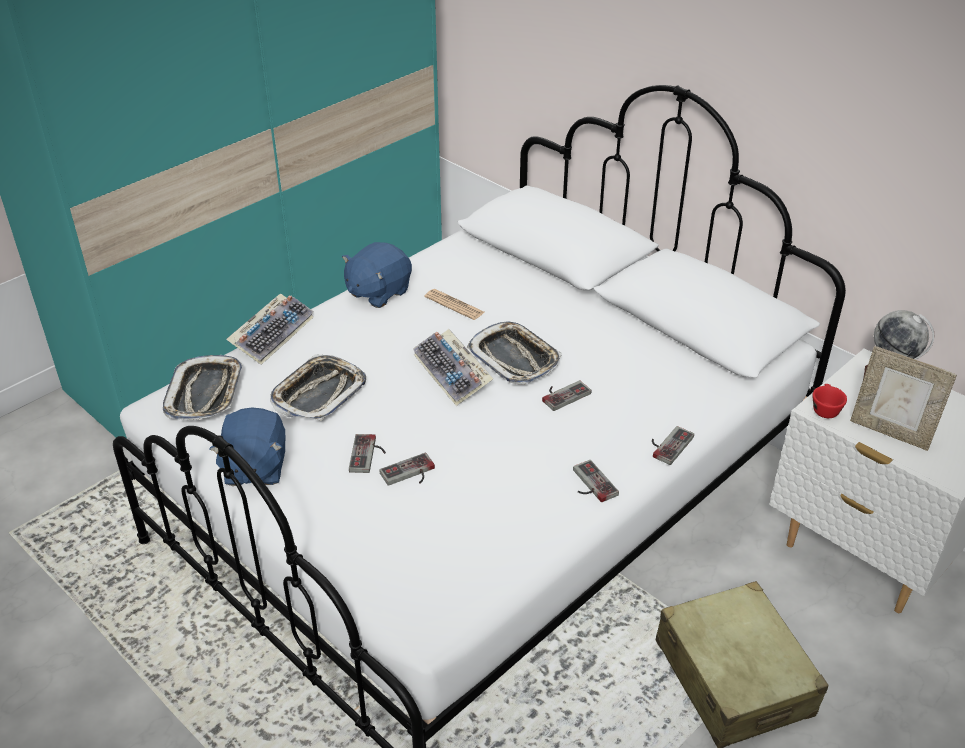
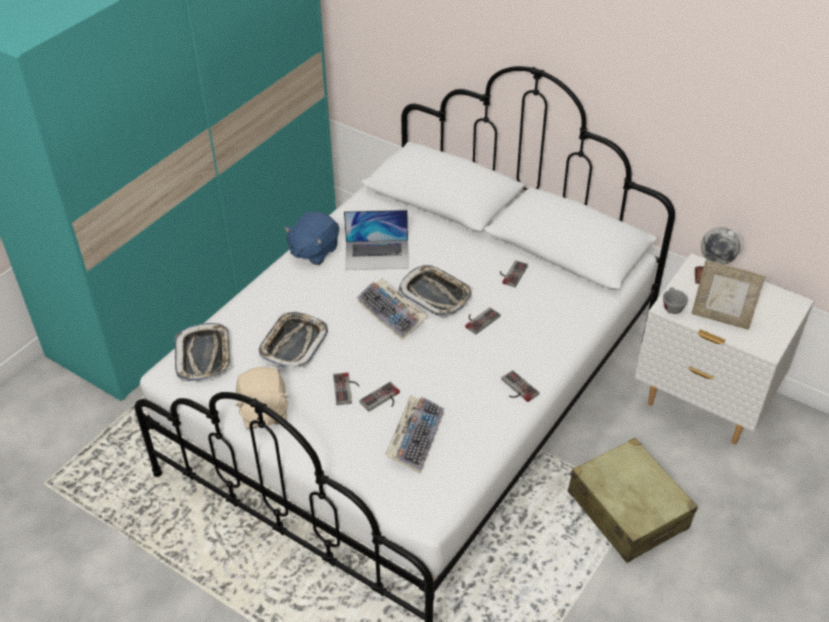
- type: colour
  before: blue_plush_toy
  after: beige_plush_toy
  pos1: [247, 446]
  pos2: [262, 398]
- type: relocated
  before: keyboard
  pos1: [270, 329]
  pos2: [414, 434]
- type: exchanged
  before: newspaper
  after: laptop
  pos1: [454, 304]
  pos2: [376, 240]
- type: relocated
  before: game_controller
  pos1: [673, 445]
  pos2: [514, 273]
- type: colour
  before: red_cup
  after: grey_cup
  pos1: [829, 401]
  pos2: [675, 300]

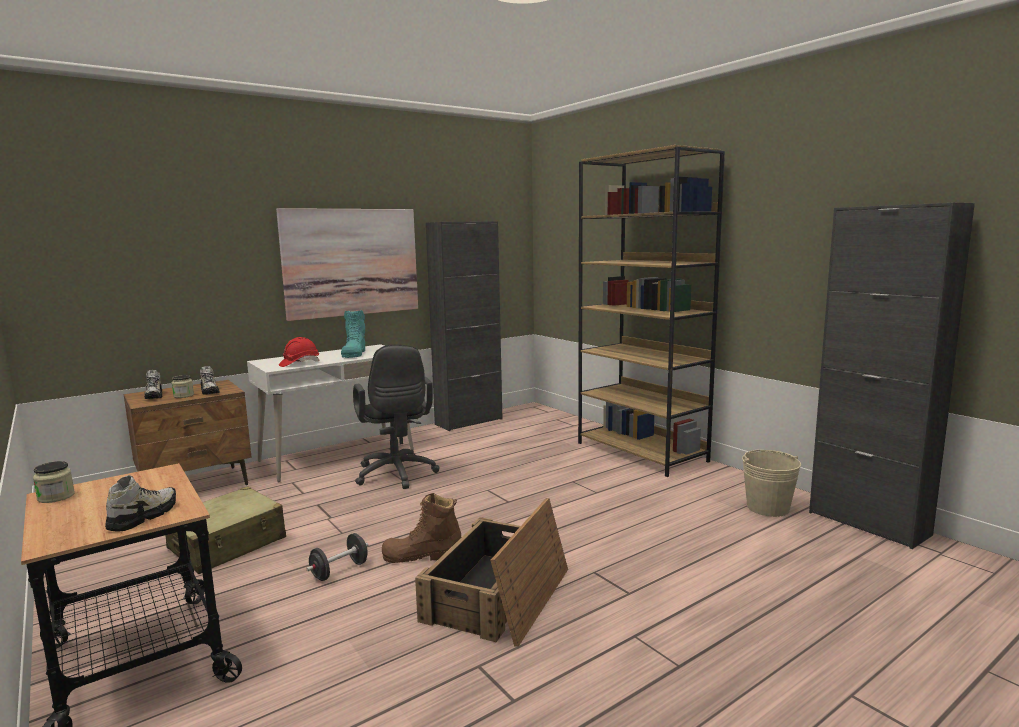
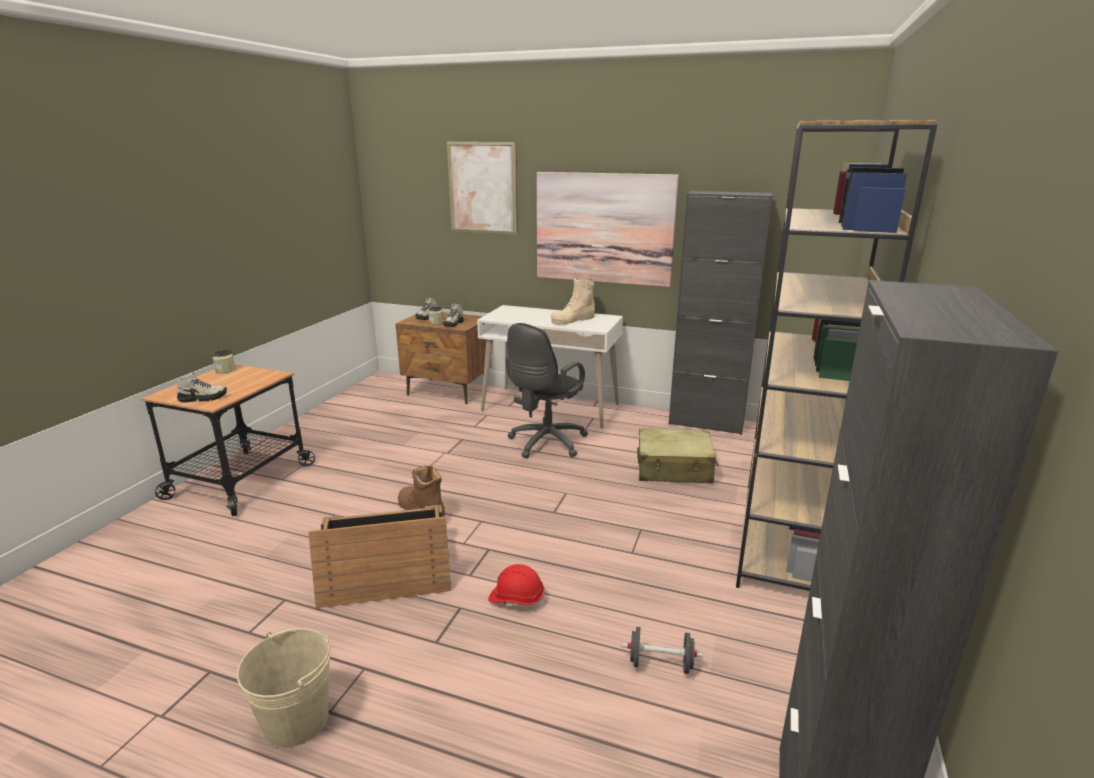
- type: relocated
  before: beige_suitcase
  pos1: [225, 530]
  pos2: [677, 455]
- type: relocated
  before: red_hard_hat
  pos1: [299, 352]
  pos2: [516, 587]
- type: relocated
  before: black_dumbbell
  pos1: [337, 557]
  pos2: [662, 650]
- type: colour
  before: turquoise_boot
  after: beige_boot
  pos1: [353, 334]
  pos2: [573, 301]
- type: relocated
  before: beige_bucket
  pos1: [771, 483]
  pos2: [284, 688]
- type: appeared
  after: picture
  pos2: [482, 188]

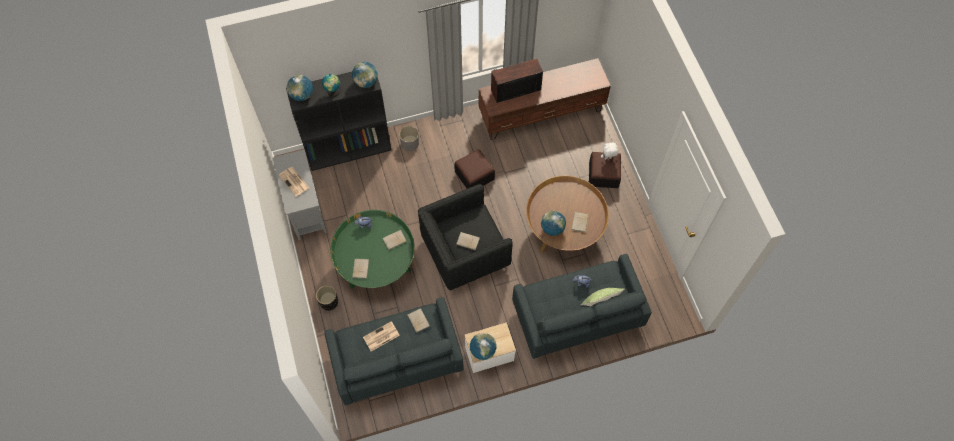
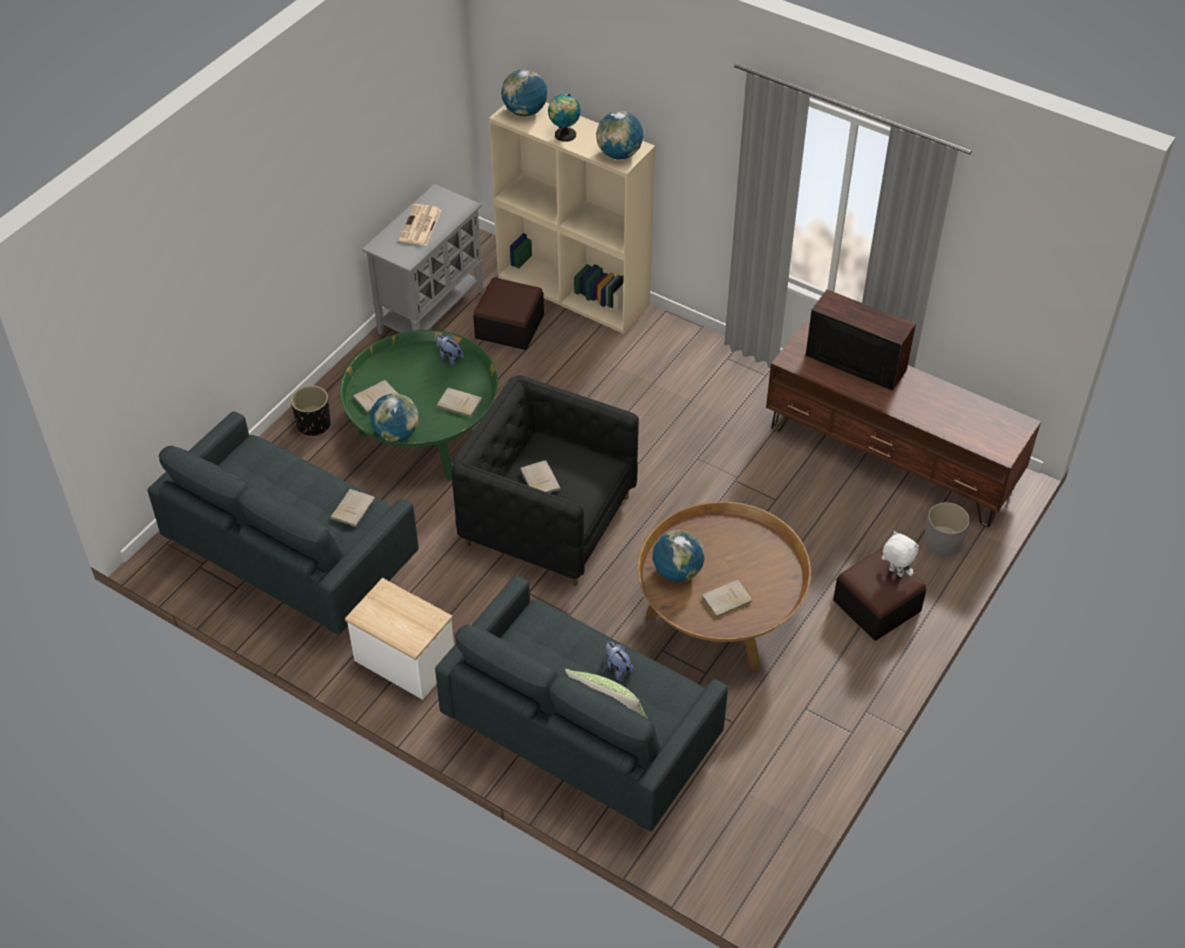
- type: colour
  before: black_bookcase
  after: beige_bookcase
  pos1: [338, 121]
  pos2: [572, 218]
- type: missing
  before: newspaper
  pos1: [381, 336]
- type: relocated
  before: grey_planter
  pos1: [409, 138]
  pos2: [947, 529]
- type: relocated
  before: ottoman
  pos1: [474, 169]
  pos2: [508, 314]
- type: relocated
  before: globe
  pos1: [483, 346]
  pos2: [394, 417]

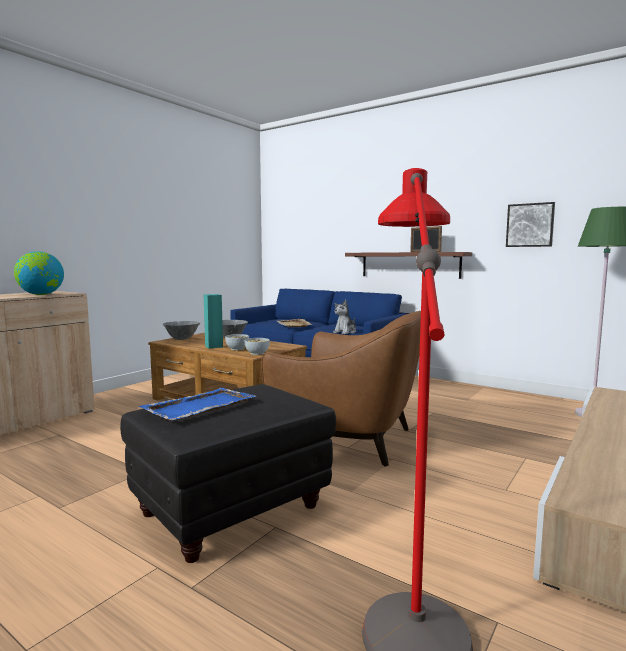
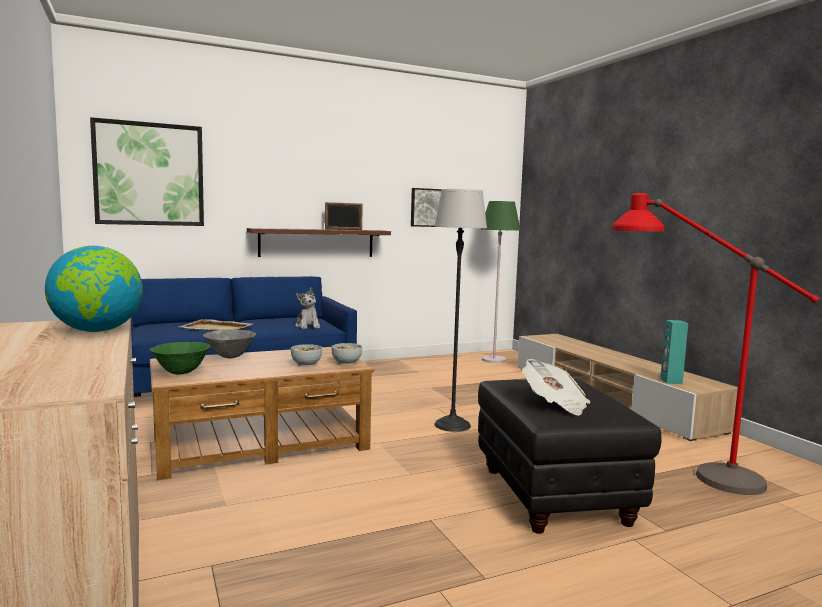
- type: exchanged
  before: blue_tray
  after: newspaper
  pos1: [197, 404]
  pos2: [556, 387]
- type: colour
  before: grey_bowl
  after: green_bowl
  pos1: [181, 330]
  pos2: [180, 358]
- type: relocated
  before: turquoise_speaker
  pos1: [213, 321]
  pos2: [674, 352]
- type: exchanged
  before: brown_armchair
  after: floor_lamp
  pos1: [341, 389]
  pos2: [460, 310]
- type: appeared
  after: picture
  pos2: [147, 171]

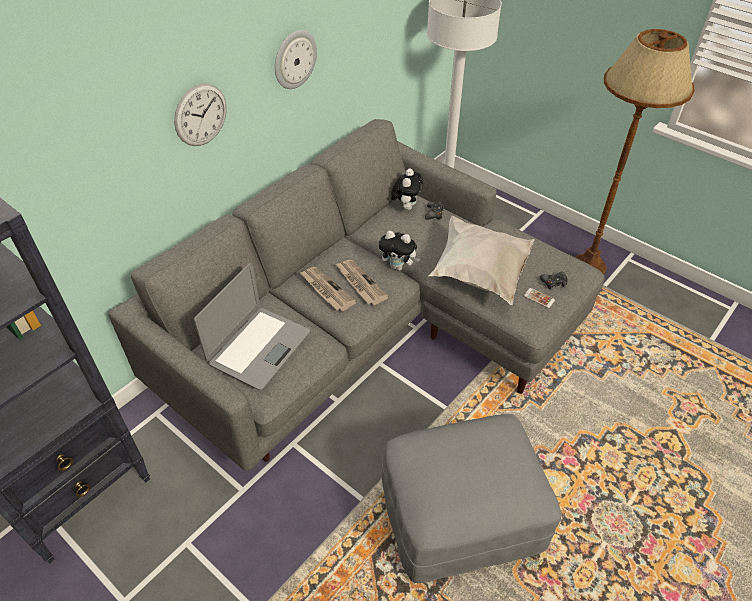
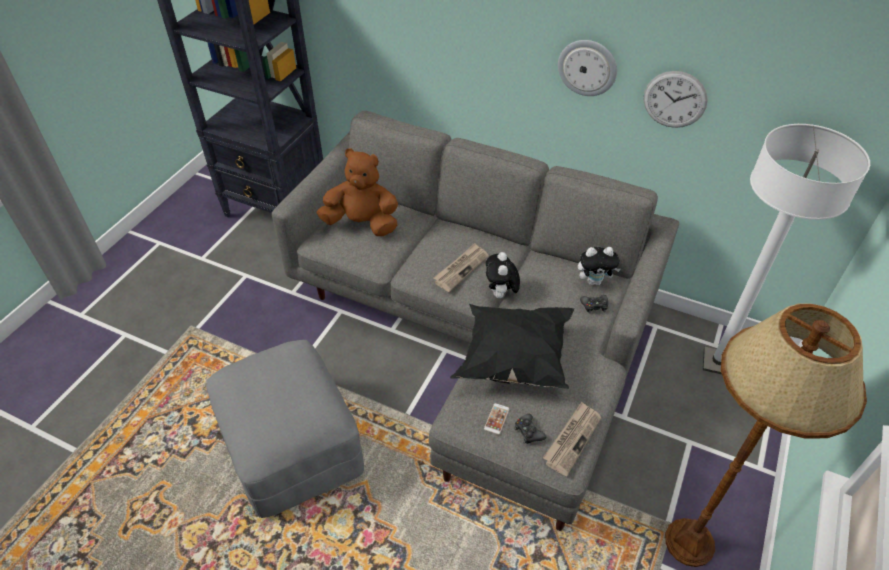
- type: relocated
  before: wall_clock
  pos1: [200, 115]
  pos2: [675, 99]
- type: exchanged
  before: laptop
  after: brown_plush_toy
  pos1: [252, 326]
  pos2: [357, 192]
- type: relocated
  before: newspaper
  pos1: [328, 289]
  pos2: [572, 439]
- type: colour
  before: white_pillow
  after: black_pillow
  pos1: [482, 260]
  pos2: [512, 346]

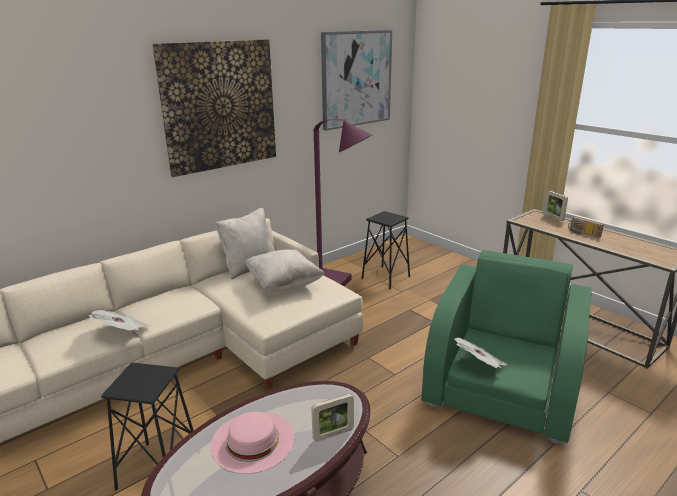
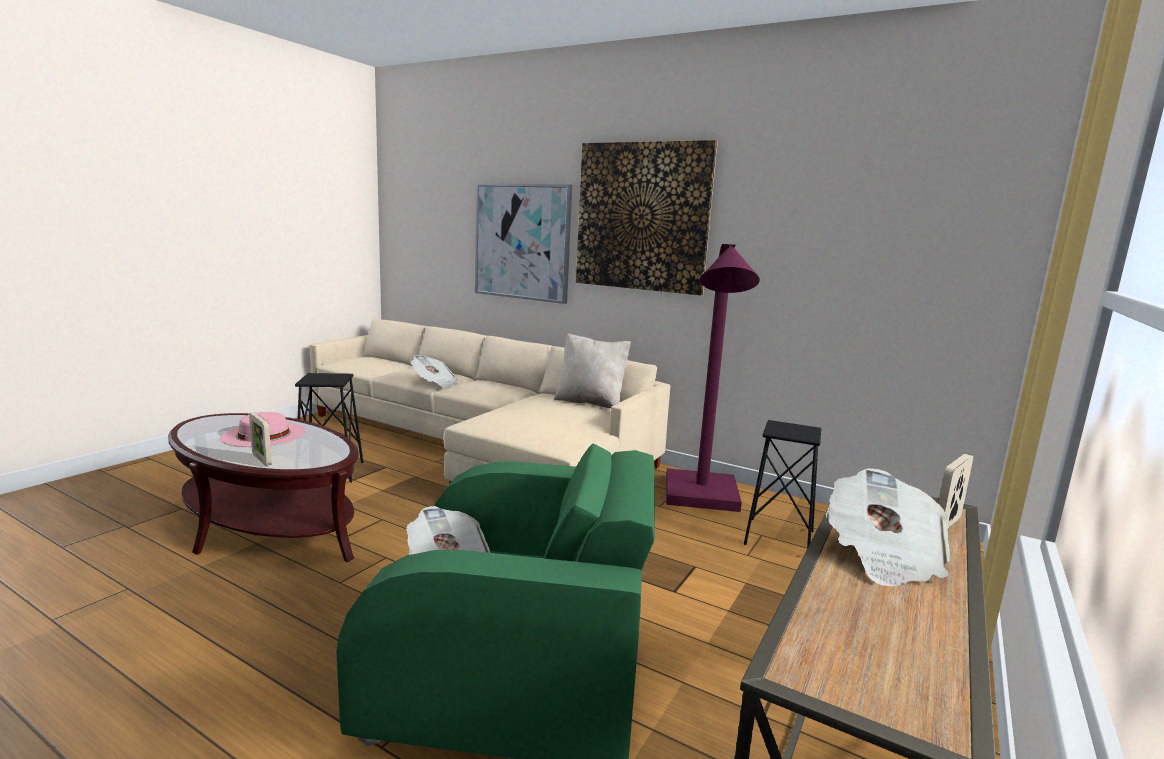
- type: missing
  before: beige_pillow
  pos1: [284, 270]
- type: relocated
  before: picture
  pos1: [356, 80]
  pos2: [523, 243]
- type: exchanged
  before: radio
  after: newspaper
  pos1: [586, 227]
  pos2: [888, 527]

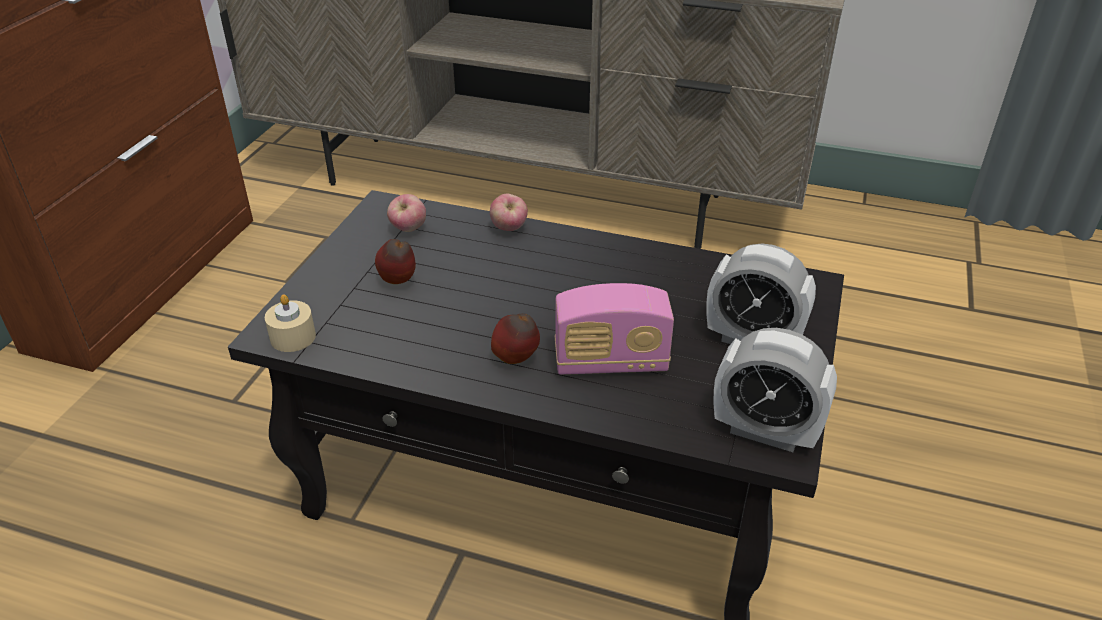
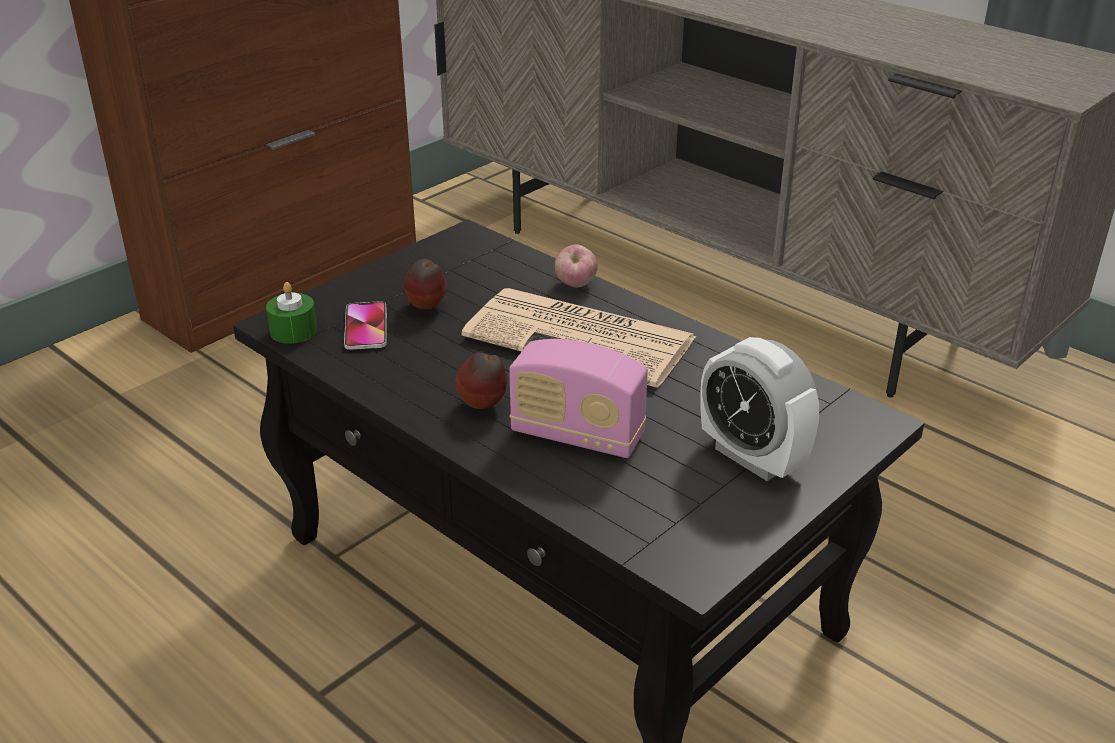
- type: colour
  before: beige_candle
  after: green_candle
  pos1: [290, 323]
  pos2: [291, 313]
- type: missing
  before: apple
  pos1: [406, 213]
- type: missing
  before: alarm_clock
  pos1: [775, 390]
- type: appeared
  after: phone
  pos2: [365, 325]
- type: appeared
  after: newspaper
  pos2: [579, 338]

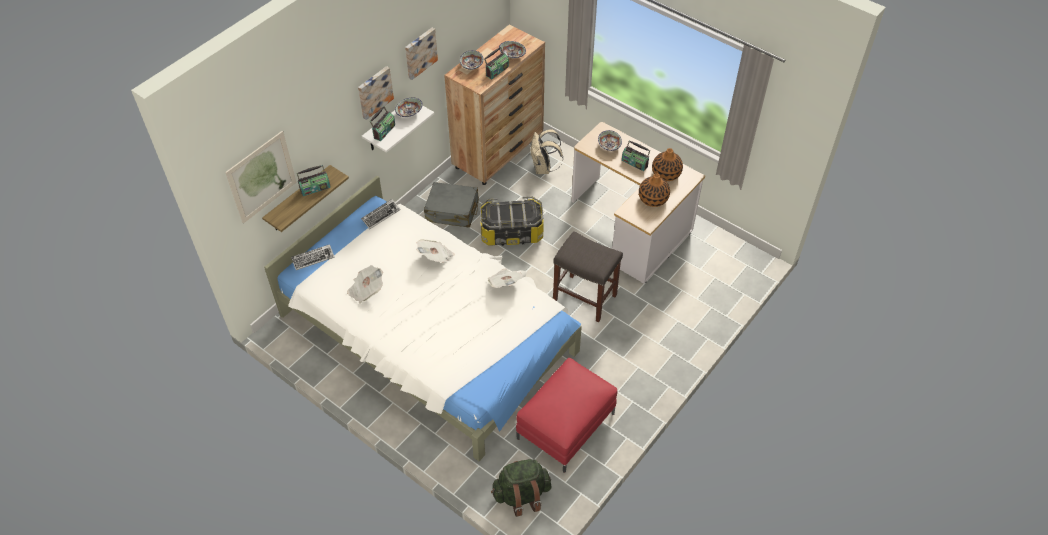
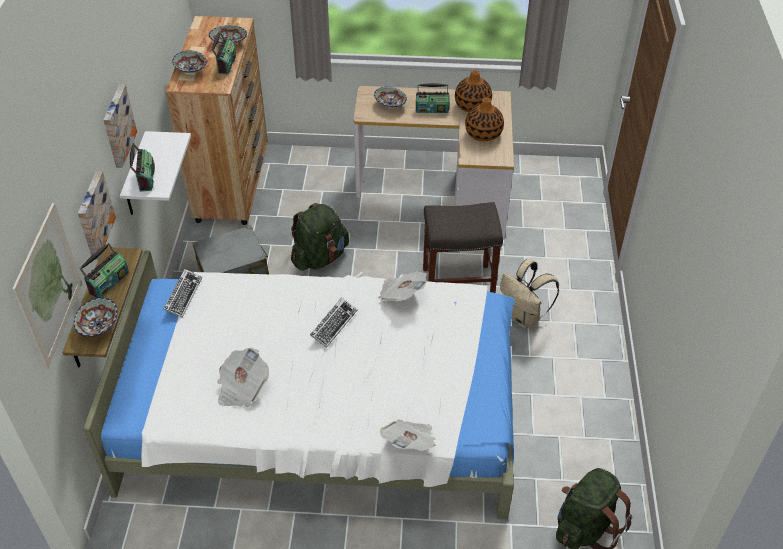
- type: relocated
  before: keyboard
  pos1: [313, 257]
  pos2: [333, 322]
- type: relocated
  before: bowl
  pos1: [409, 107]
  pos2: [96, 317]
- type: relocated
  before: picture
  pos1: [421, 54]
  pos2: [97, 215]
- type: relocated
  before: newspaper
  pos1: [435, 251]
  pos2: [408, 435]
- type: exchanged
  before: storage_box
  after: green_backpack
  pos1: [512, 221]
  pos2: [320, 237]
- type: missing
  before: red_ottoman
  pos1: [566, 415]
- type: relocated
  before: beige_backpack
  pos1: [547, 151]
  pos2: [529, 293]

